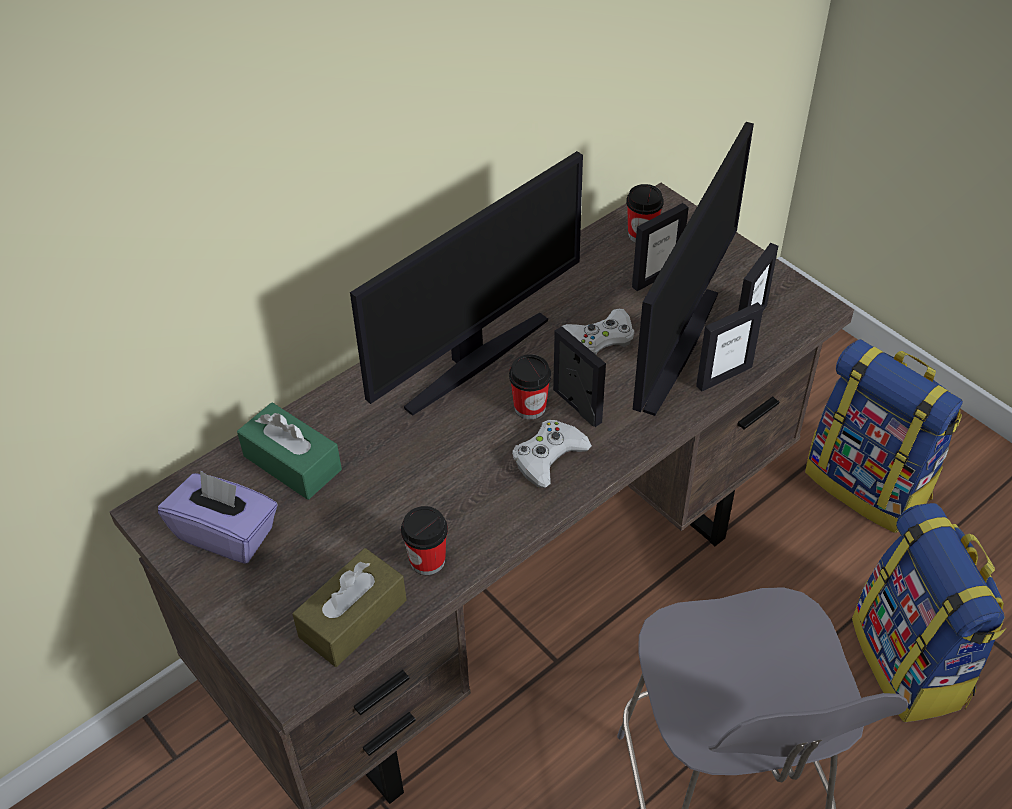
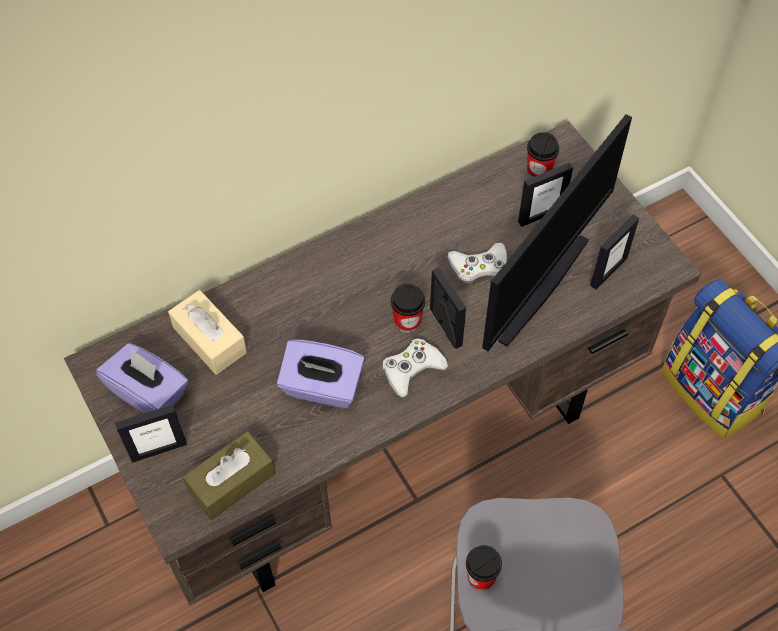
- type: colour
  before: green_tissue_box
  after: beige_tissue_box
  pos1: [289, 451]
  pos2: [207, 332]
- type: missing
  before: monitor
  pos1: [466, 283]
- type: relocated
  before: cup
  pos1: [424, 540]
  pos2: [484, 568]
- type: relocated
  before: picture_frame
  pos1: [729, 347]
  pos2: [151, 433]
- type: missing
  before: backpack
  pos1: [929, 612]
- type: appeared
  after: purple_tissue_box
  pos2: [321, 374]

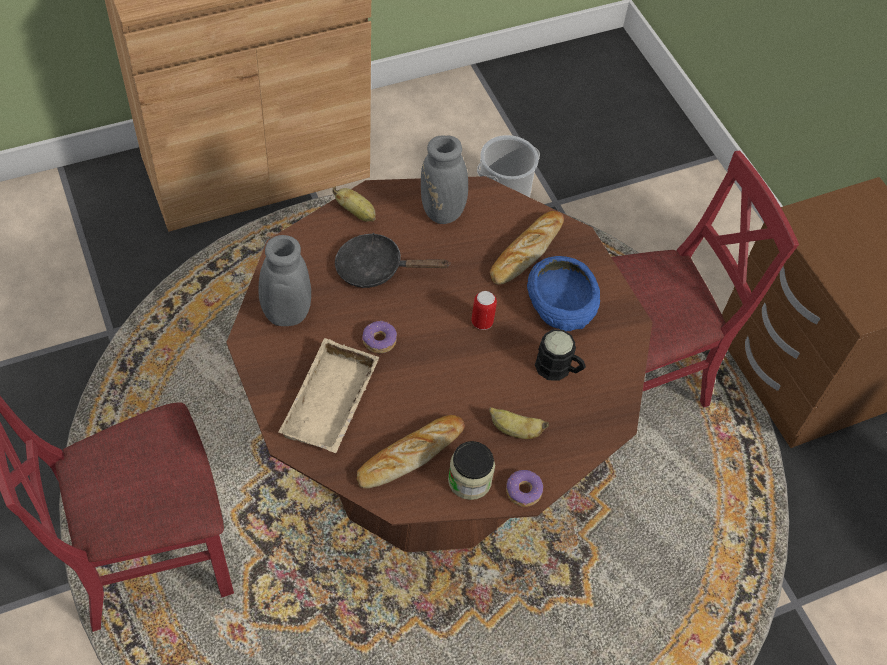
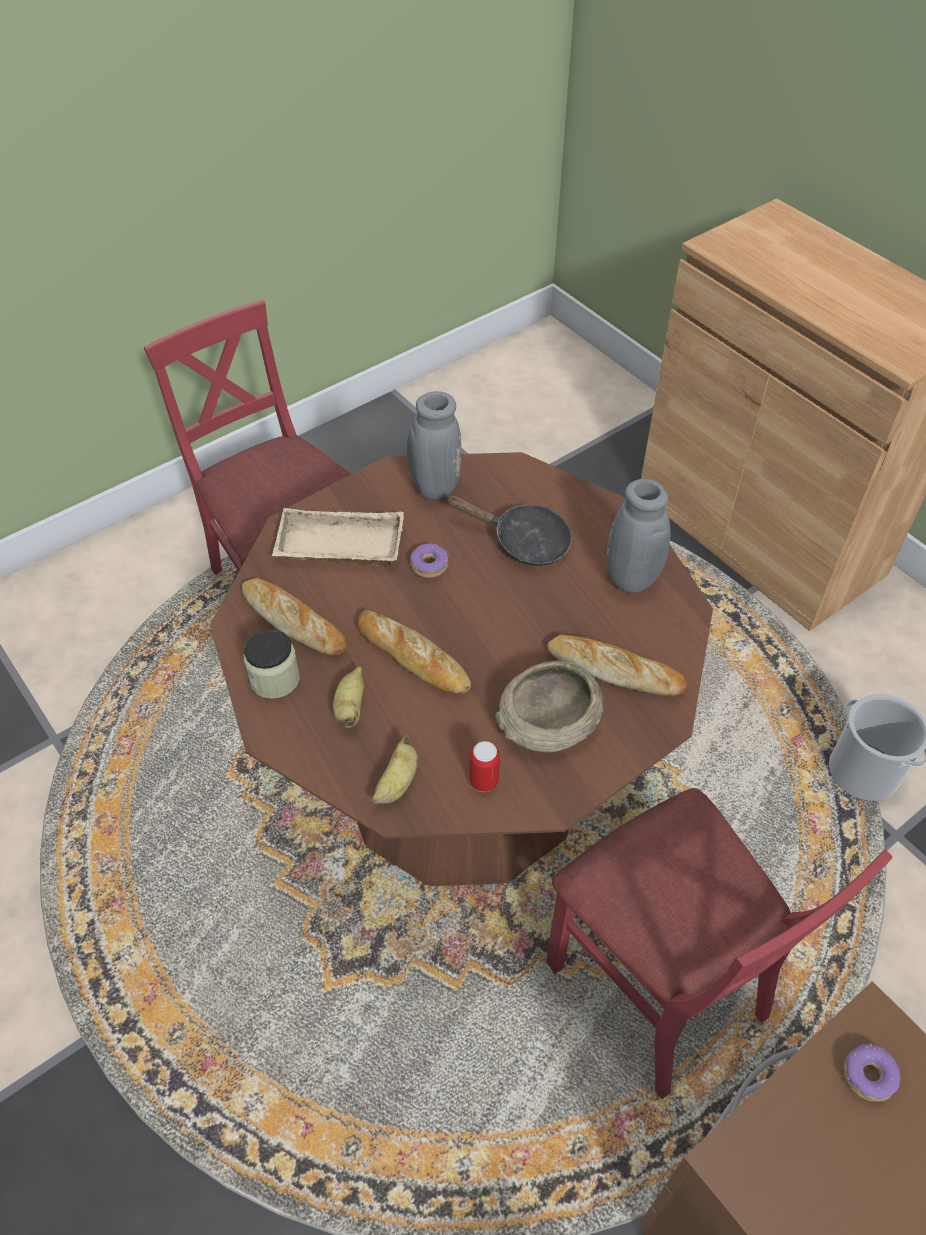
- type: relocated
  before: banana
  pos1: [354, 204]
  pos2: [395, 769]
- type: spun
  before: black_frying_pan
  pos1: [393, 260]
  pos2: [509, 530]
  turn: 120
- type: relocated
  before: can
  pos1: [484, 310]
  pos2: [485, 766]
- type: relocated
  before: donut
  pos1: [524, 488]
  pos2: [872, 1073]
- type: colour
  before: blue_bowl
  after: beige_bowl
  pos1: [563, 293]
  pos2: [549, 706]
- type: missing
  before: black_mug
  pos1: [560, 355]
- type: appeared
  after: bread
  pos2: [414, 652]

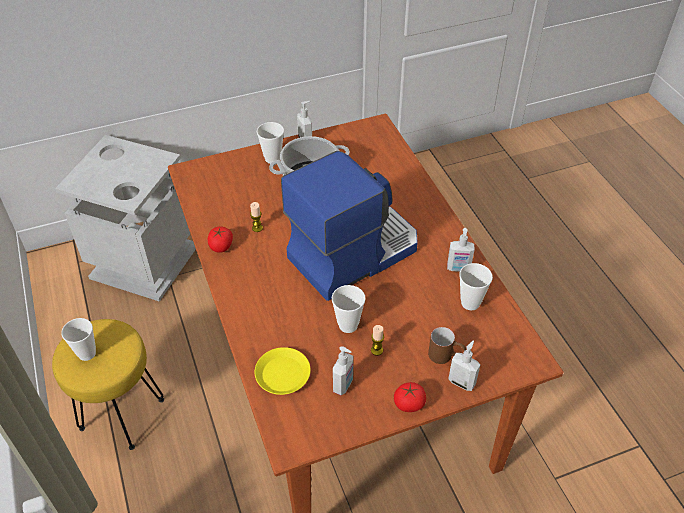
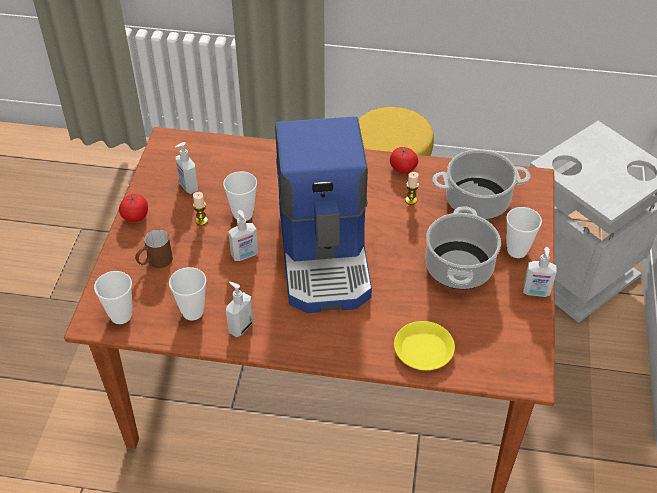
- type: relocated
  before: cup
  pos1: [78, 339]
  pos2: [113, 297]
- type: relocated
  before: yellow_plate
  pos1: [283, 371]
  pos2: [424, 345]
- type: relocated
  before: soap_dispenser
  pos1: [464, 365]
  pos2: [243, 235]
- type: appeared
  after: cooking_pot
  pos2: [481, 184]

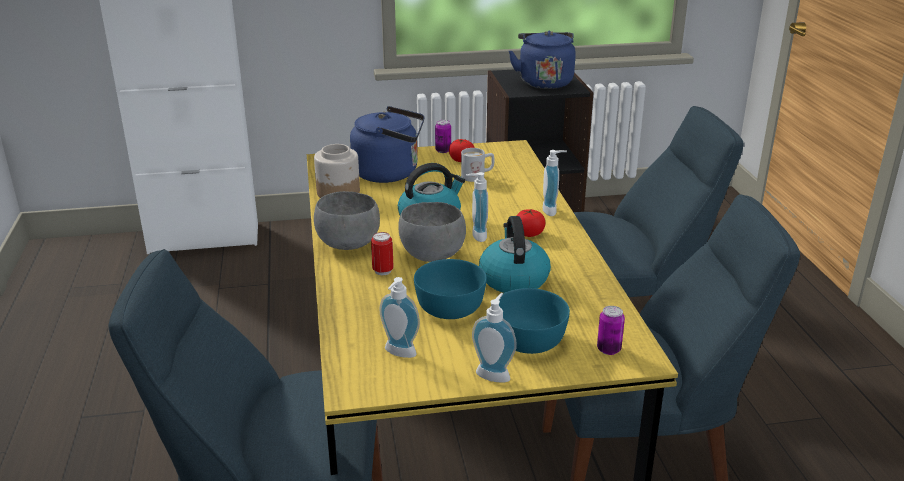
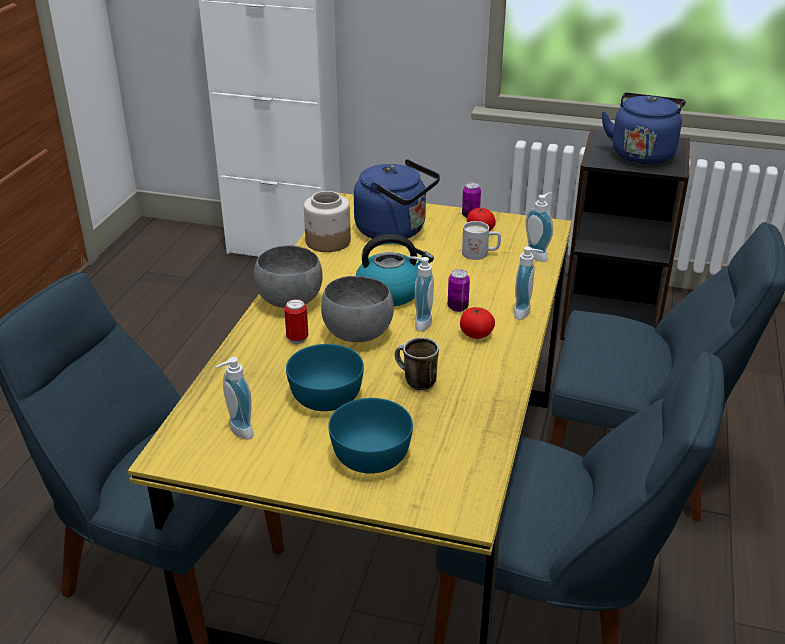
- type: relocated
  before: soap_dispenser
  pos1: [494, 338]
  pos2: [539, 227]
- type: exchanged
  before: kettle
  after: mug
  pos1: [515, 254]
  pos2: [417, 363]
- type: relocated
  before: can
  pos1: [611, 330]
  pos2: [459, 290]

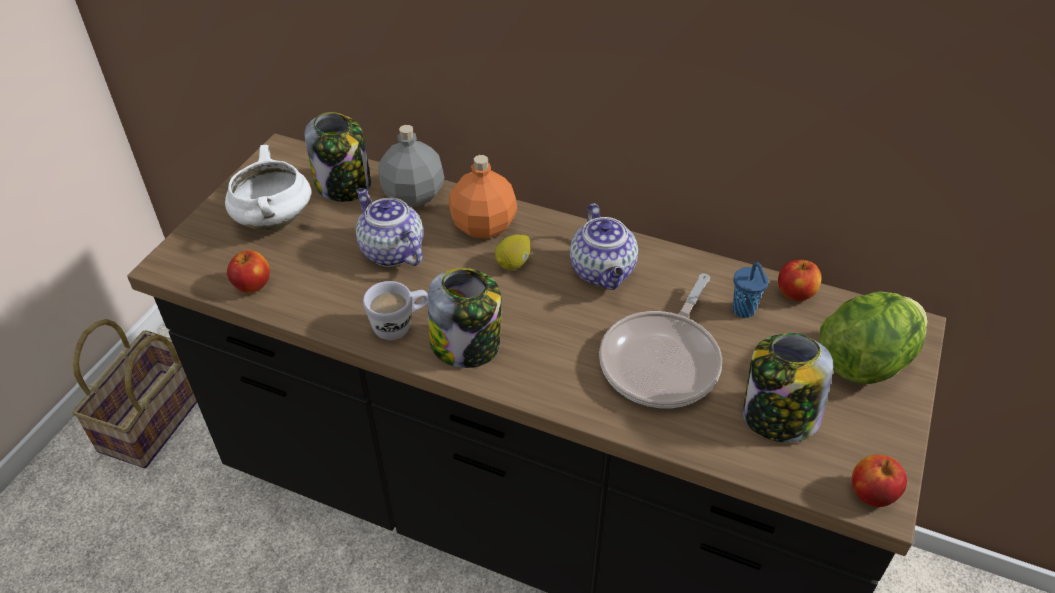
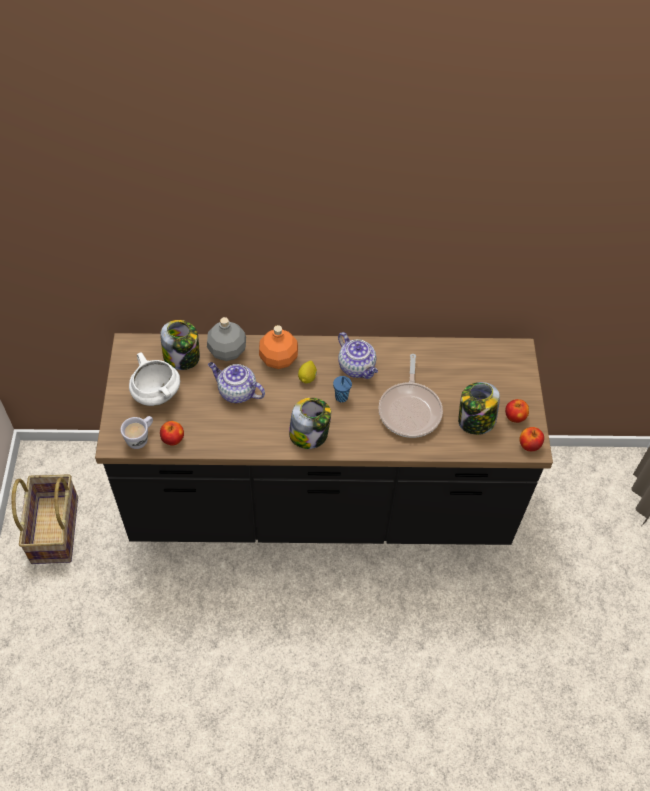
- type: relocated
  before: white_mug
  pos1: [395, 310]
  pos2: [136, 432]
- type: relocated
  before: blue_cup
  pos1: [750, 290]
  pos2: [342, 389]
- type: relocated
  before: apple
  pos1: [800, 280]
  pos2: [517, 411]
- type: missing
  before: lettuce
  pos1: [873, 337]

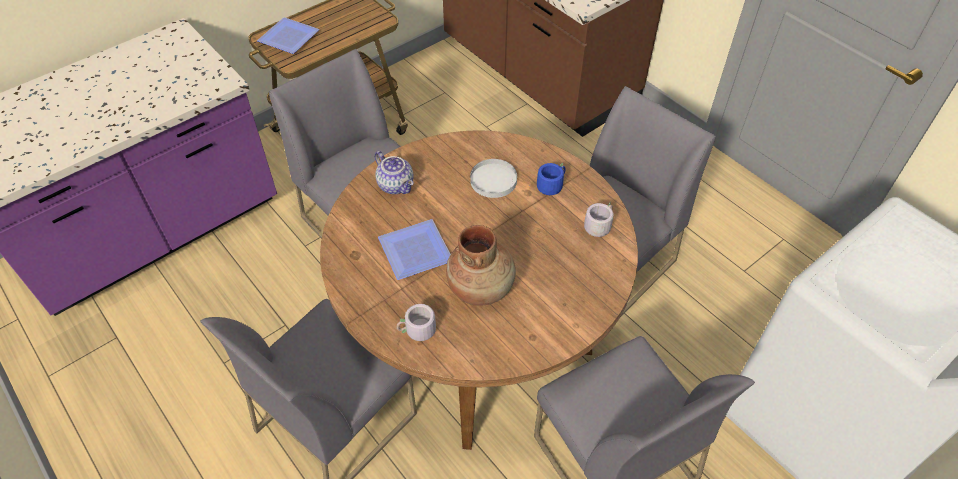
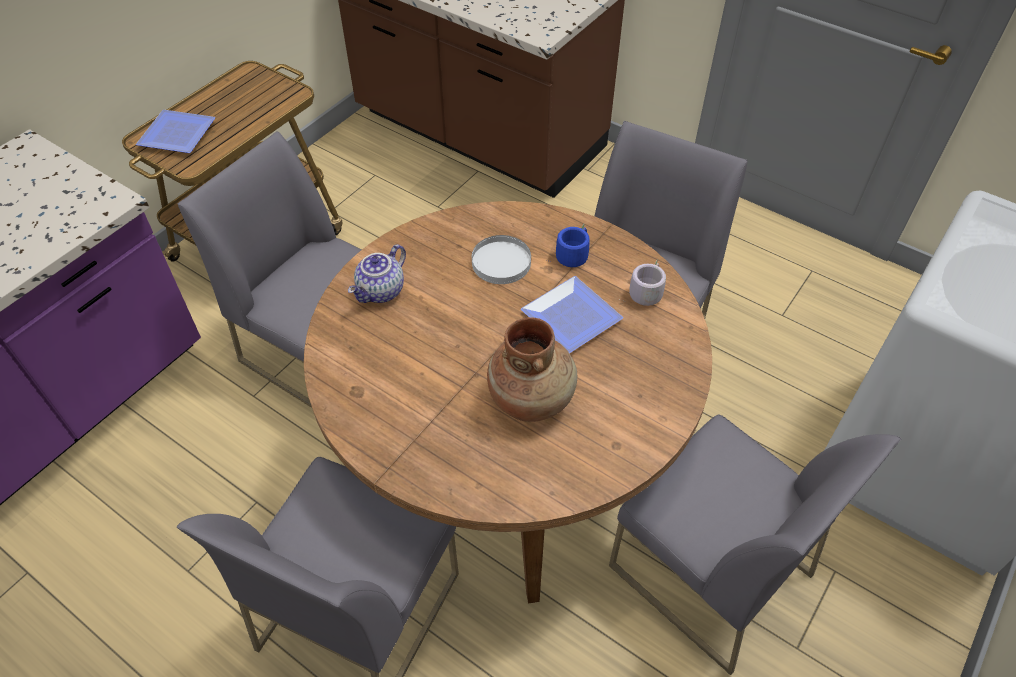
- type: spun
  before: teapot
  pos1: [394, 172]
  pos2: [377, 273]
  turn: 90
- type: relocated
  before: plate
  pos1: [414, 249]
  pos2: [572, 314]
- type: missing
  before: grey_mug
  pos1: [416, 322]

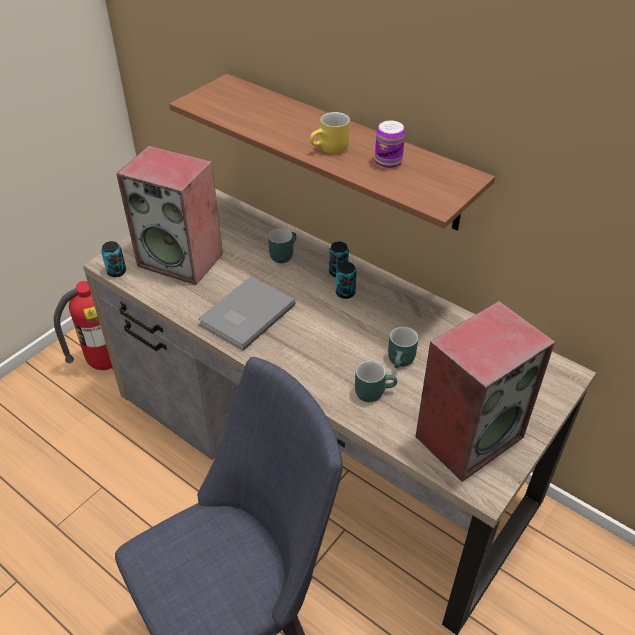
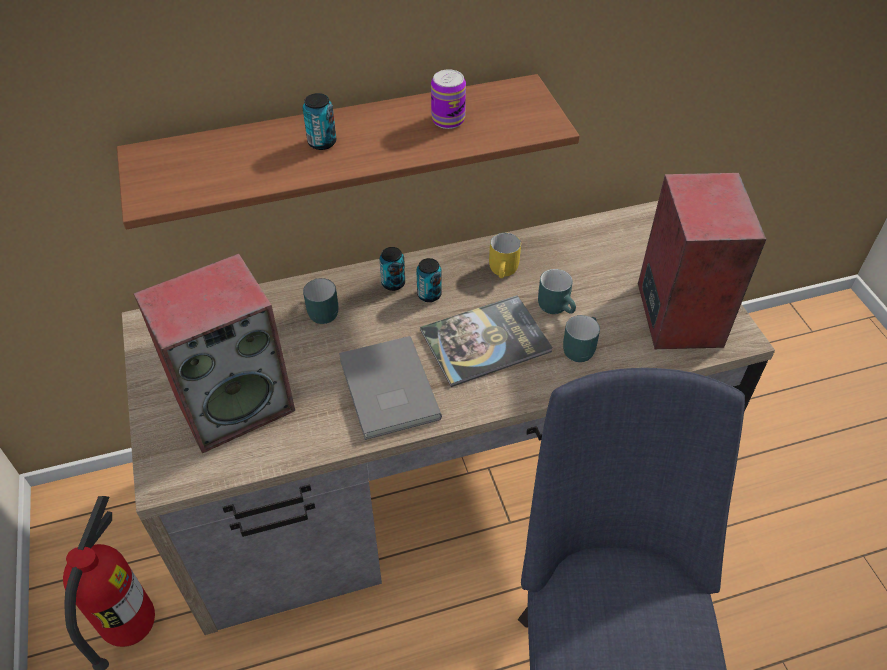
- type: relocated
  before: can
  pos1: [113, 259]
  pos2: [319, 121]
- type: relocated
  before: yellow_mug
  pos1: [330, 133]
  pos2: [505, 255]
- type: appeared
  after: book
  pos2: [486, 341]

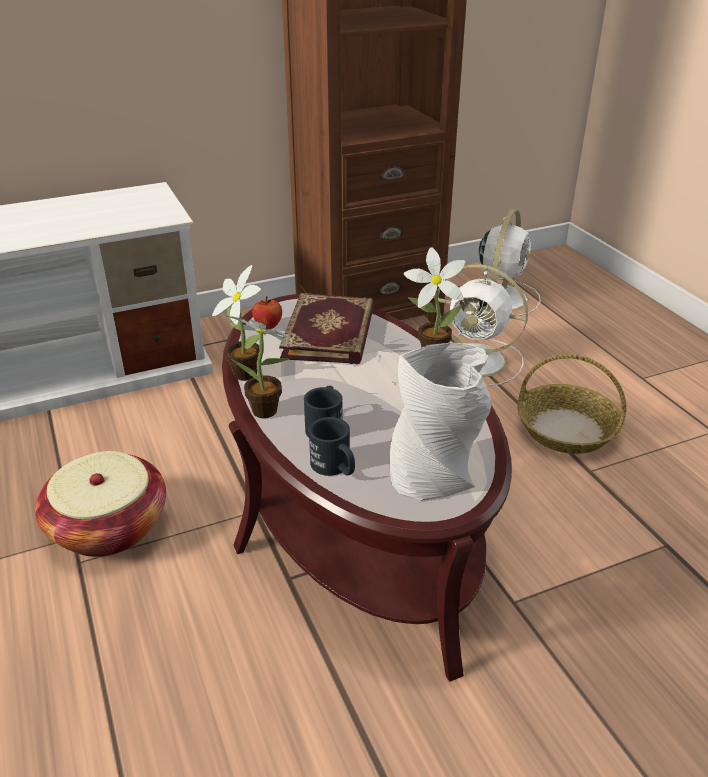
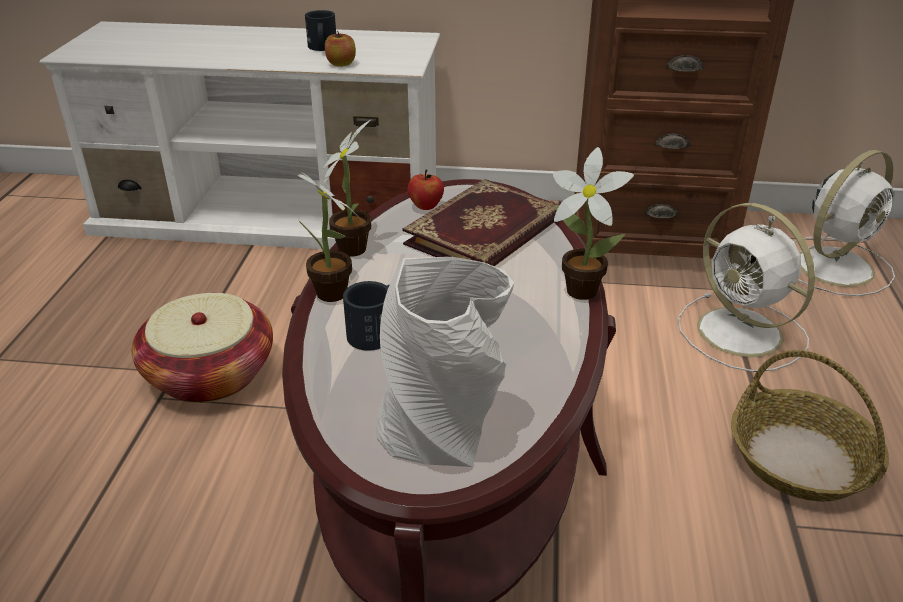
- type: relocated
  before: black_mug
  pos1: [332, 446]
  pos2: [320, 30]
- type: appeared
  after: apple
  pos2: [340, 49]

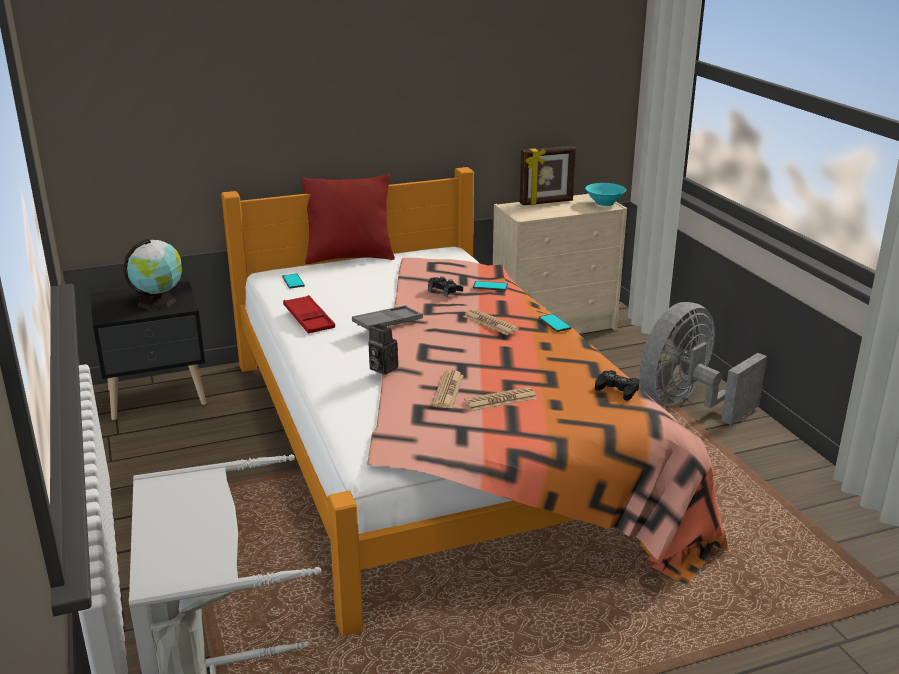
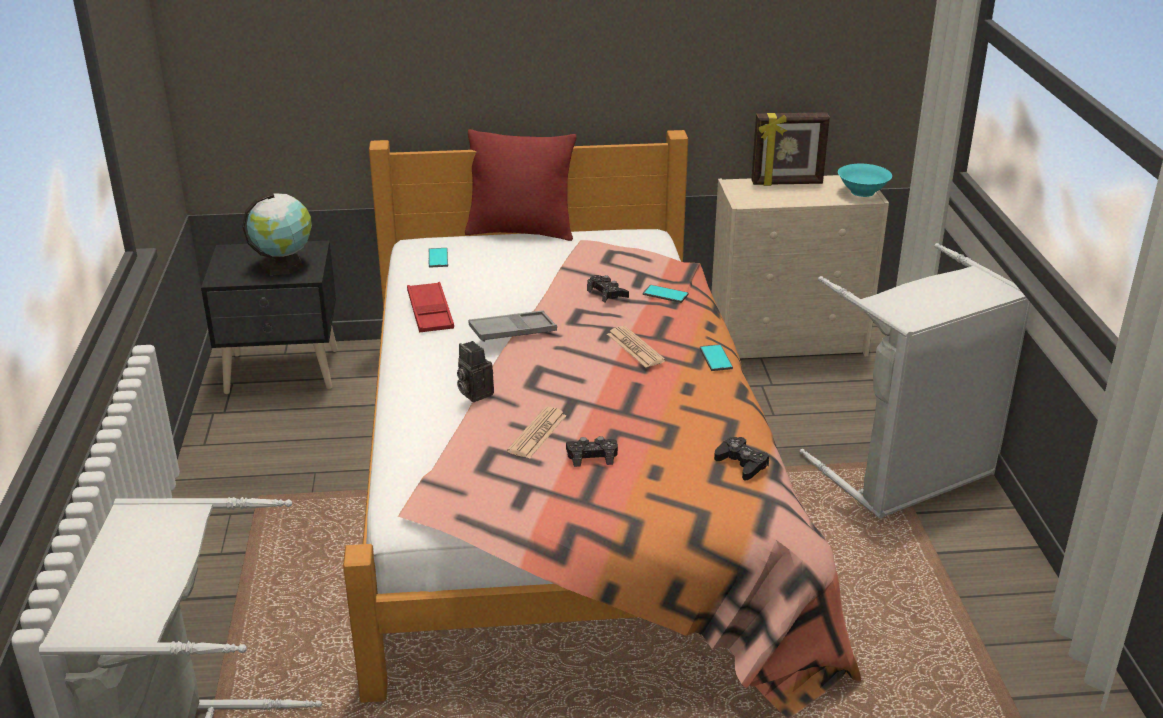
- type: exchanged
  before: newspaper
  after: black_game_controller
  pos1: [500, 399]
  pos2: [592, 451]
- type: exchanged
  before: grey_fan
  after: grey_laundry_basket
  pos1: [703, 363]
  pos2: [915, 381]

